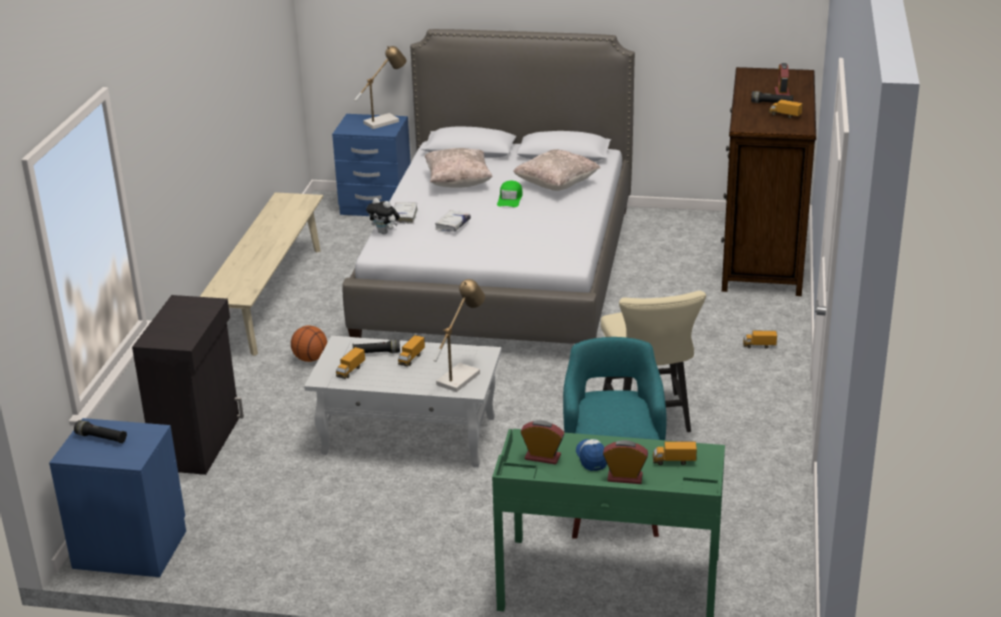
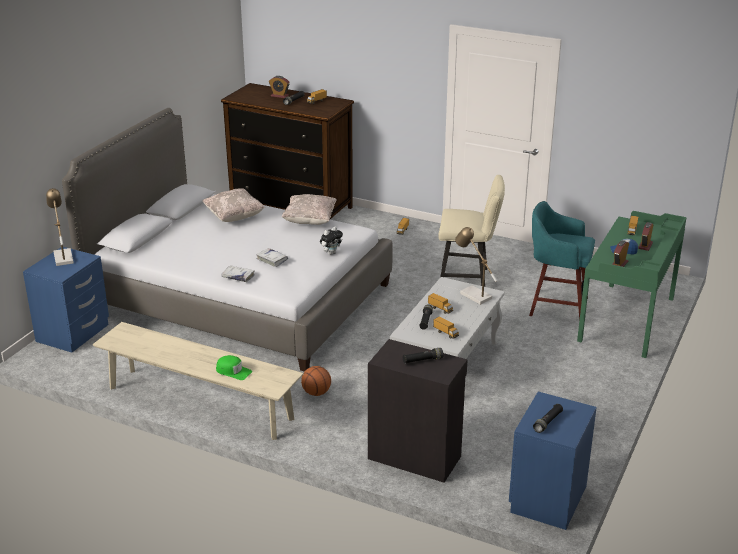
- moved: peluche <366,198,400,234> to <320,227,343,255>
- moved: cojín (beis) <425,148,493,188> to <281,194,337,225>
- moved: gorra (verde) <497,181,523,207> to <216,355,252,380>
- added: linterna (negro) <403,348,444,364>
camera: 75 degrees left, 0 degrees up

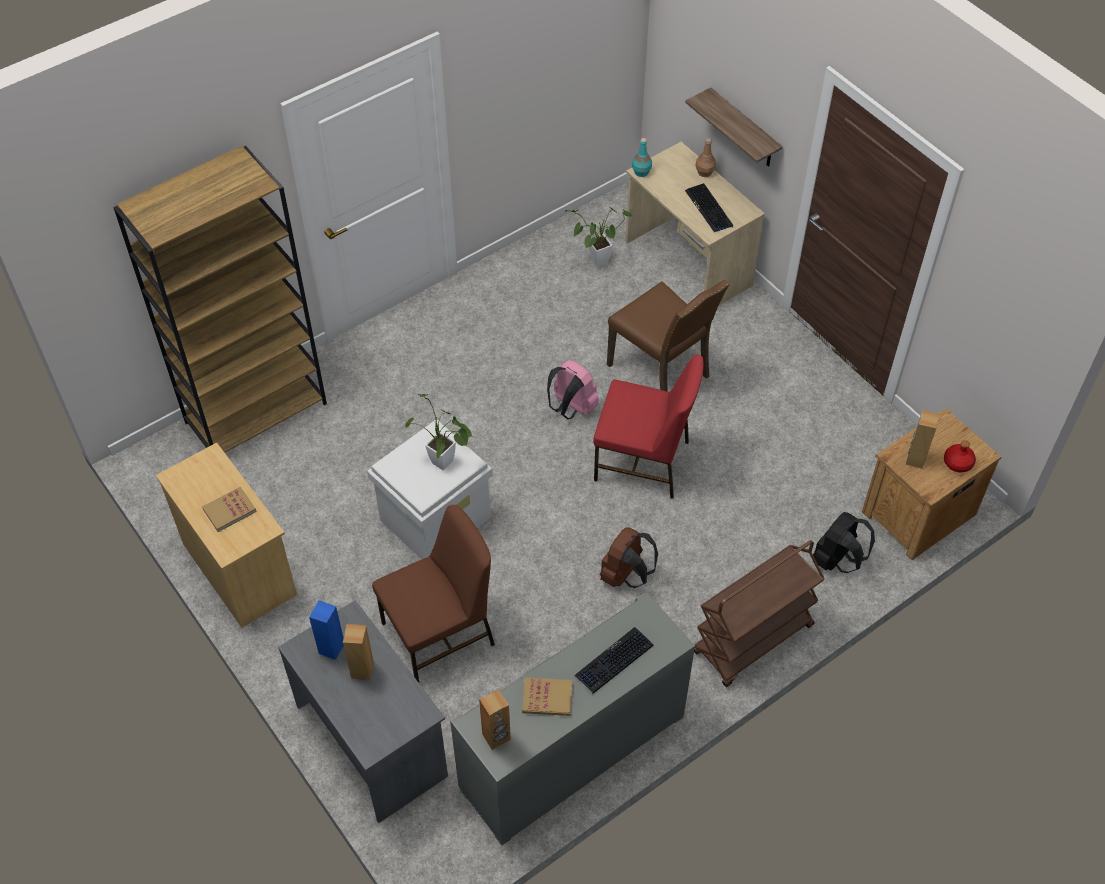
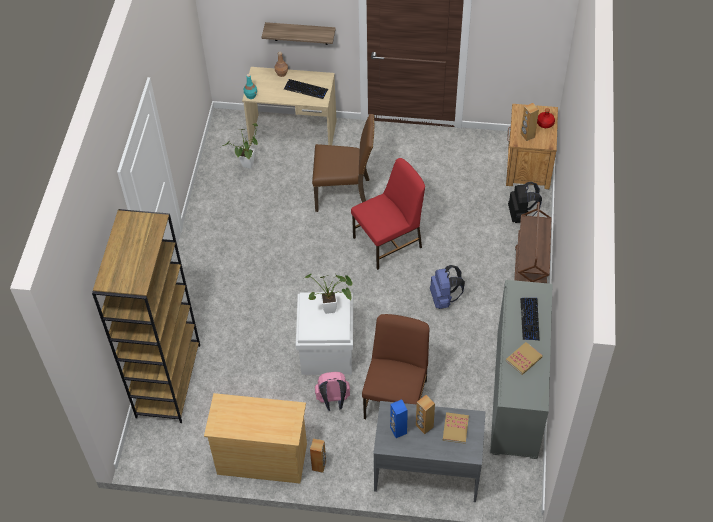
- moved: libro <202,487,257,532> to <443,413,469,444>
- moved: altavoz (marrón) <479,689,511,750> to <310,439,326,473>
- moved: mochila (rosa) <547,360,599,419> to <315,372,350,411>
- recoloured: mochila (marrón) <600,527,658,588> to mochila (azul) <430,265,465,309>
camera: 45 degrees left, 0 degrees up

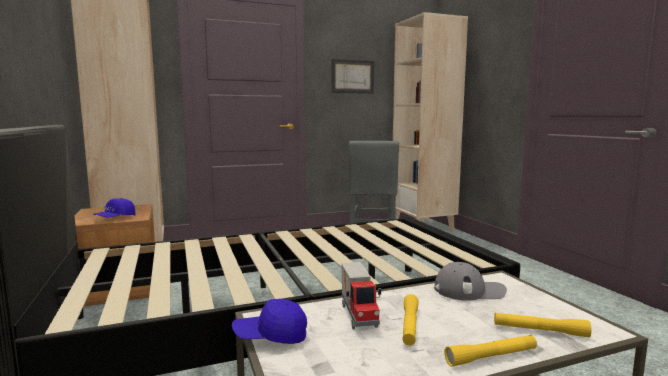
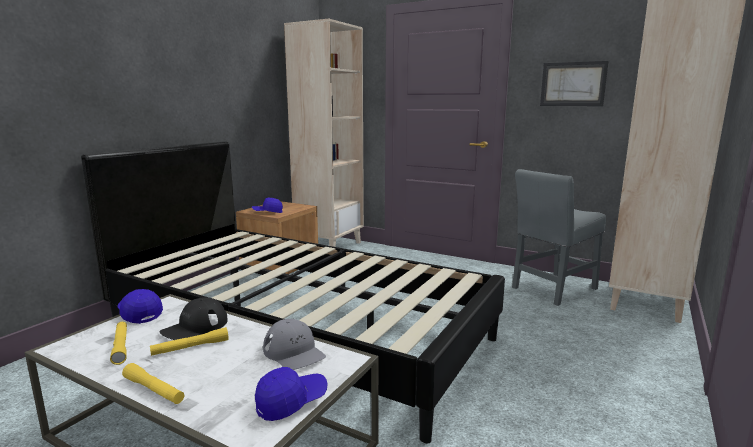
- replaced: camión de juguete <342,262,381,329> to gorra (negro) <160,297,228,340>
- moved: linterna (amarillo) <494,313,592,337> to <110,322,127,365>
- added: gorra (azul) <255,367,327,421>
camera: 50 degrees right, 5 degrees up

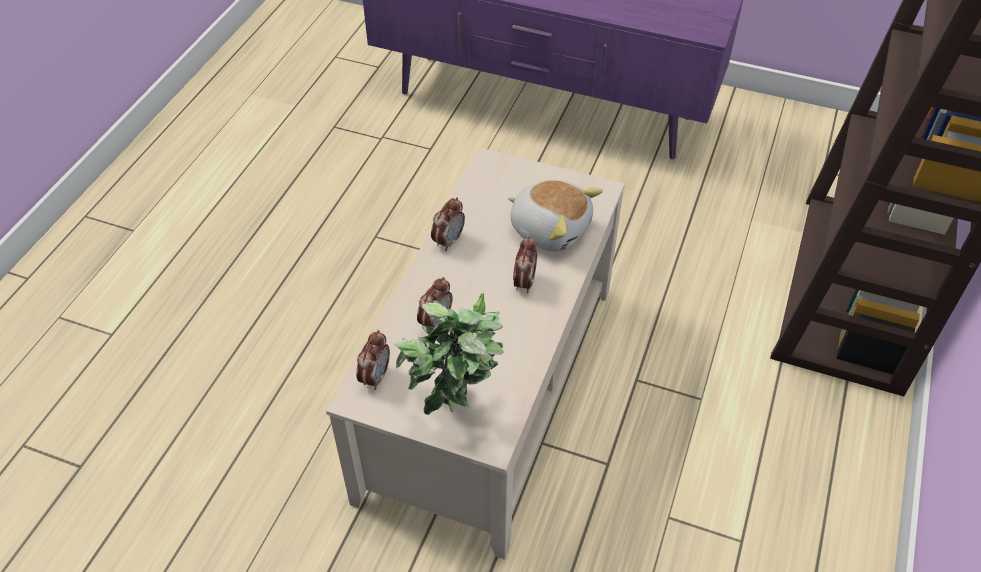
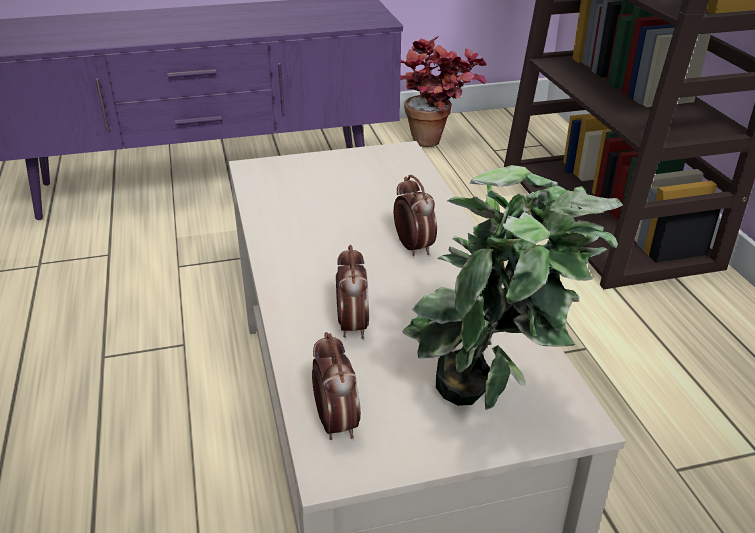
- removed: despertador <431,197,465,251>
- removed: peluche <508,179,603,251>
- added: planta en maceta <400,36,486,147>
camera: 35 degrees left, 15 degrees down

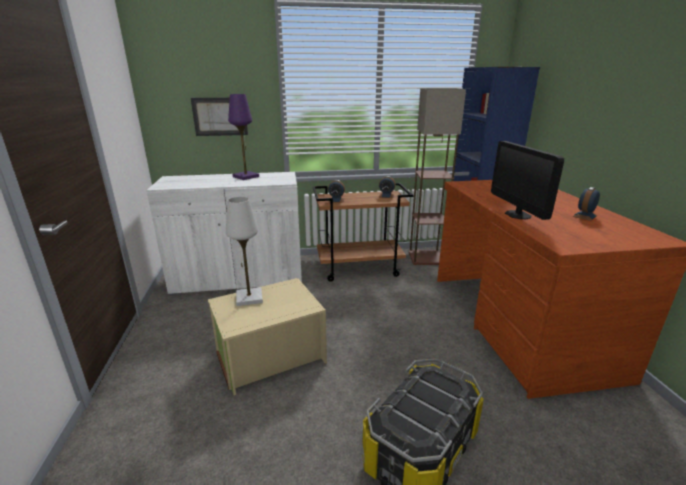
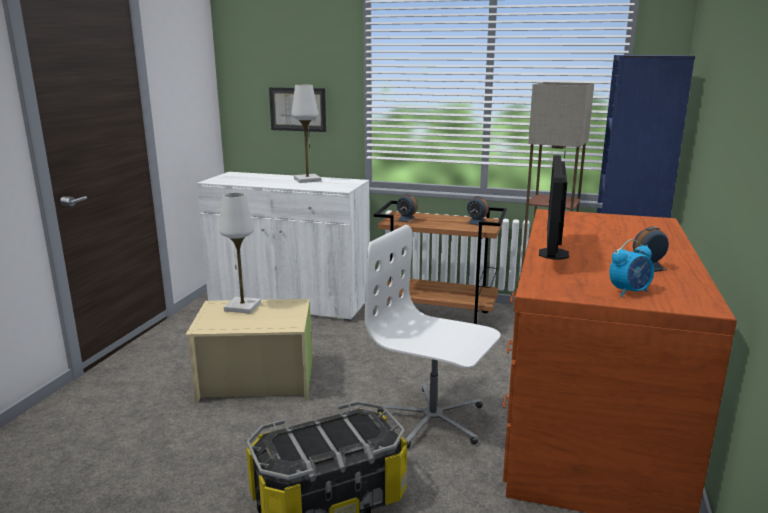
- recoloured: lámpara de mesa (morado) <228,94,259,180> to lámpara de mesa (blanco) <291,85,321,183>
- added: silla de oficina (blanco) <365,225,500,449>
- added: despertador <609,239,654,297>
camera: 25 degrees right, 5 degrees down

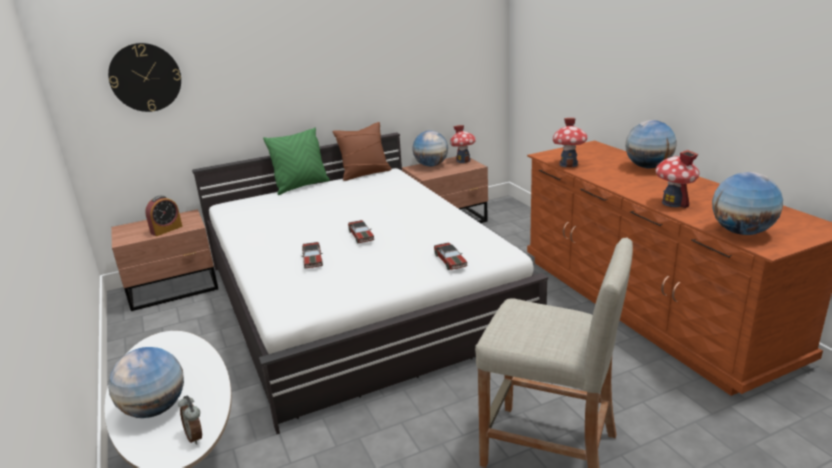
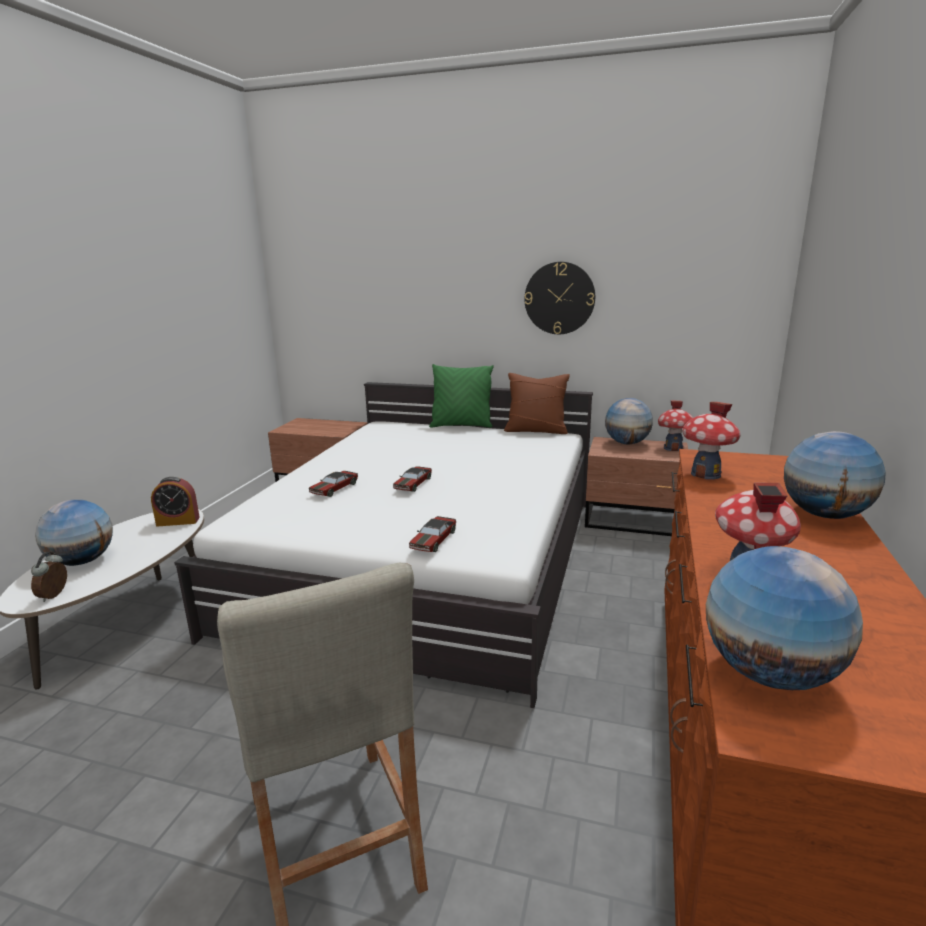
- moved: reloj de pared <108,43,181,112> to <524,262,595,334>
- moved: despertador <145,196,183,236> to <151,477,200,527>
camera: 40 degrees right, 5 degrees down

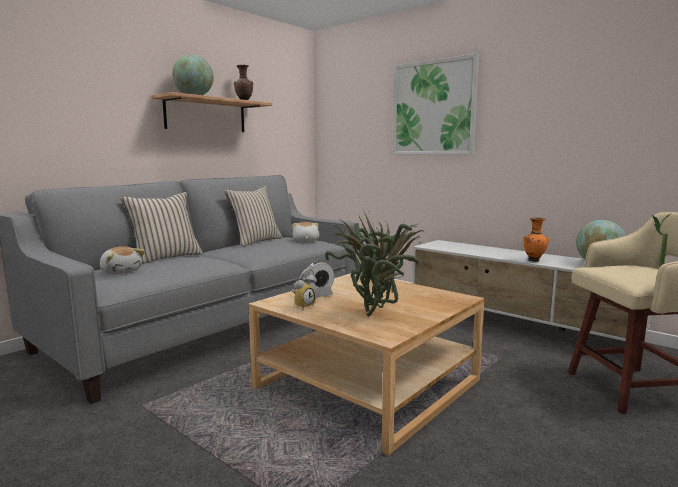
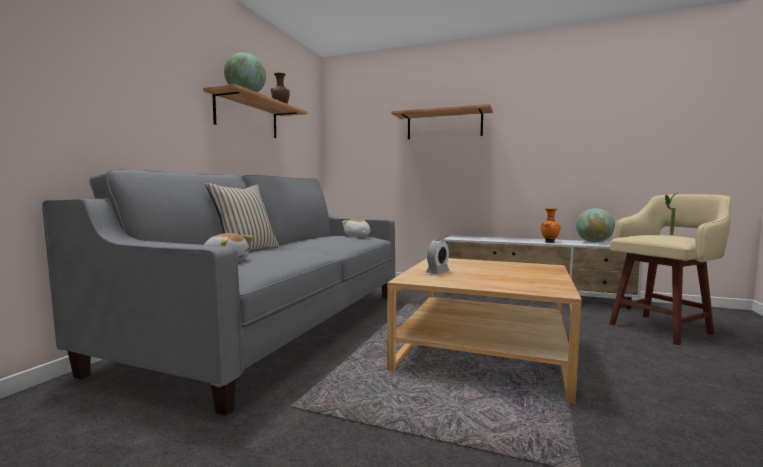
- removed: cojín (beis) <224,186,282,247>
- removed: despertador <291,268,317,310>
- removed: planta en maceta <325,210,425,316>
- replaced: cuadro <392,54,479,155> to estante <391,104,493,139>
camera: 20 degrees left, 5 degrees down

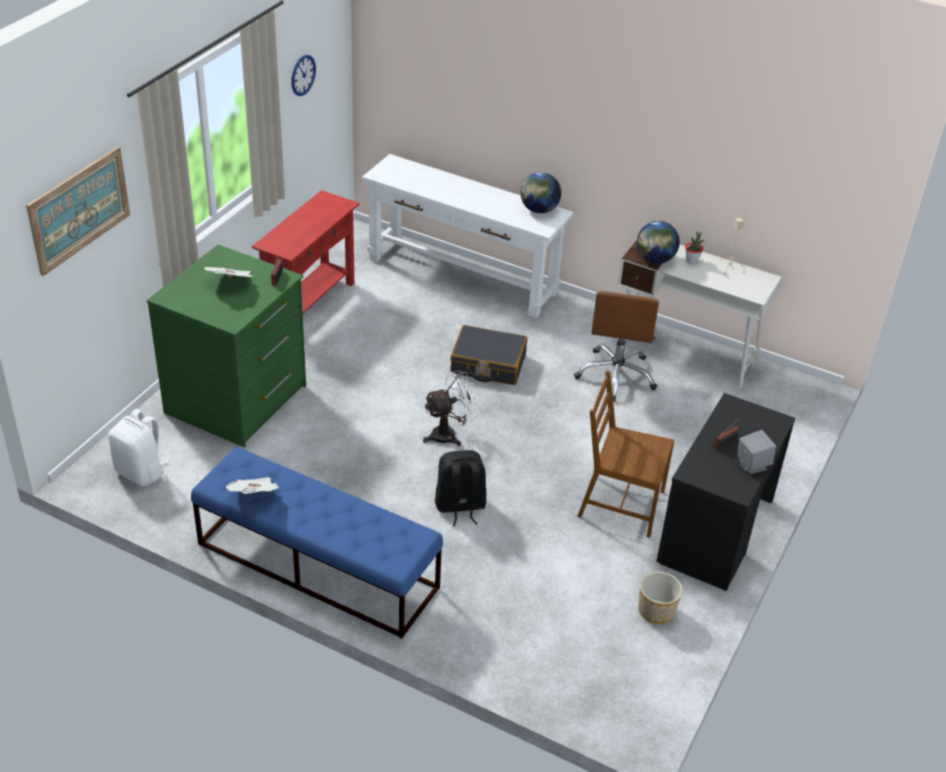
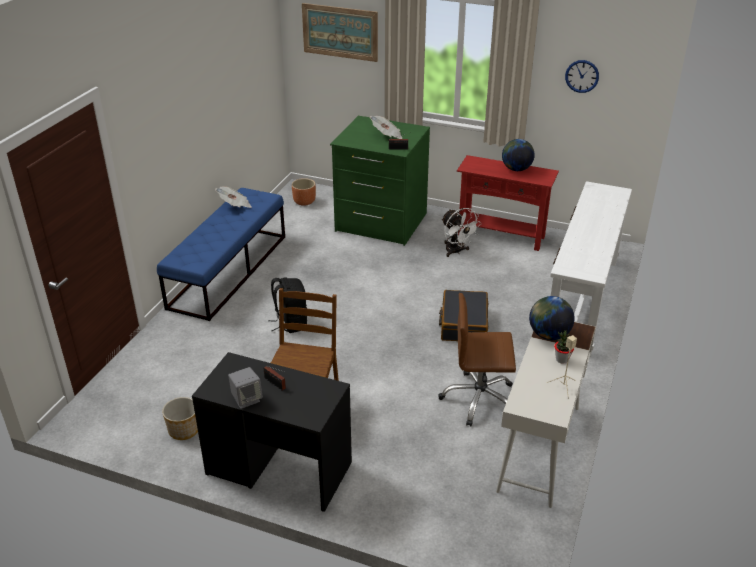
- replaced: mochila (blanco) <108,409,170,486> to maceta (marrón) <292,178,316,206>
- moved: ventilador (blanco) <423,370,479,446> to <442,208,482,257>
- moved: globo terráqueo <521,172,561,213> to <502,139,535,171>
camera: 85 degrees right, 5 degrees down

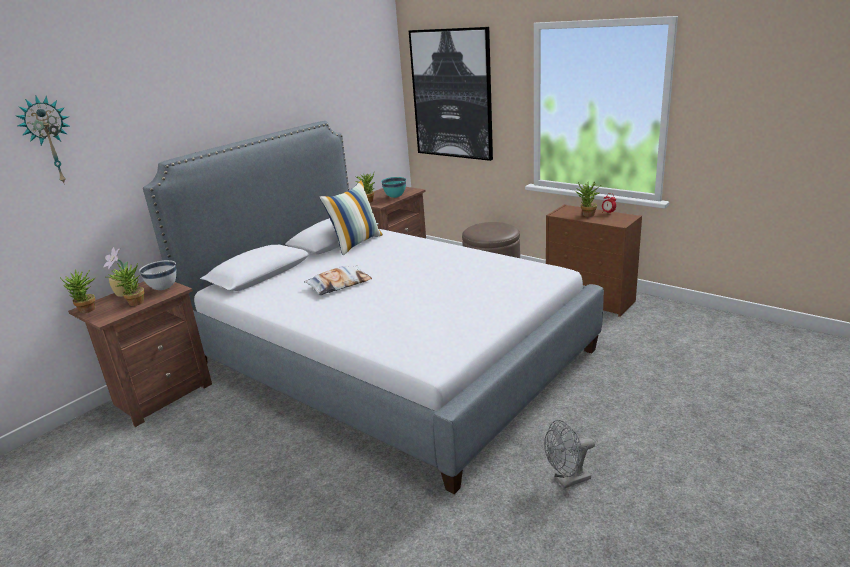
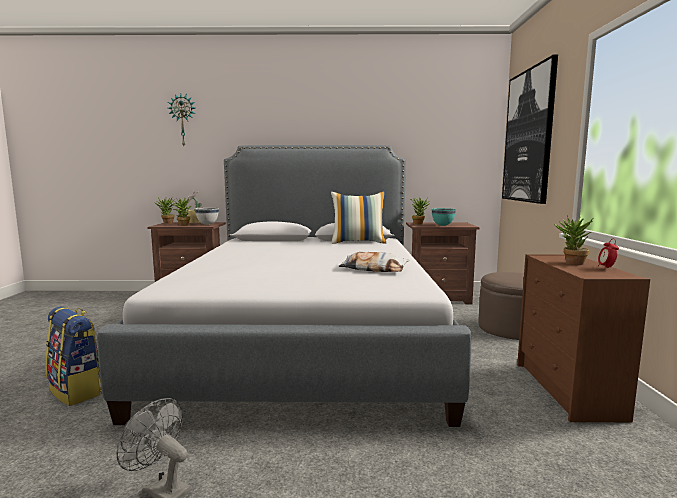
- moved: cojín <304,265,372,296> to <338,252,409,272>
- added: mochila <45,306,102,406>
camera: 50 degrees right, 15 degrees down

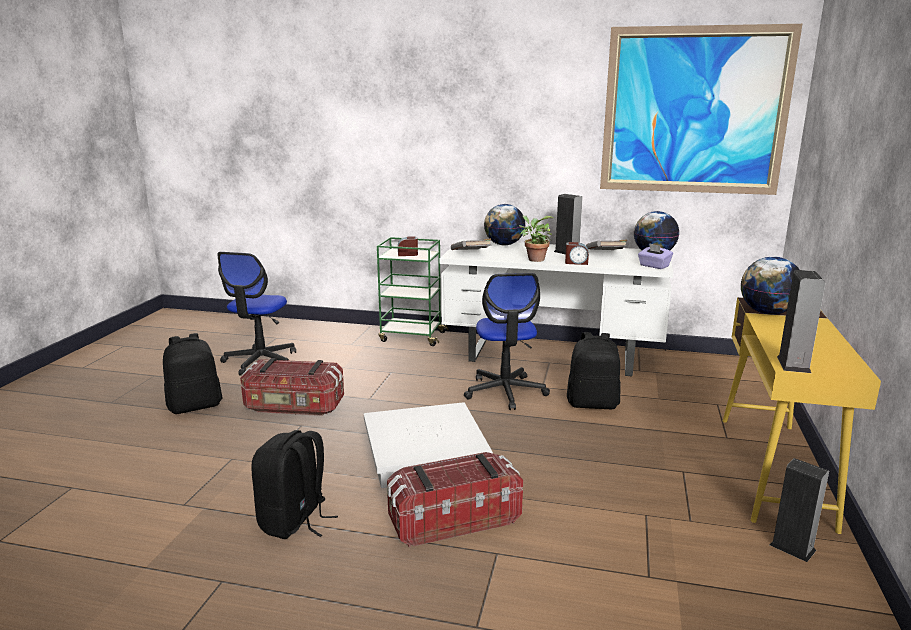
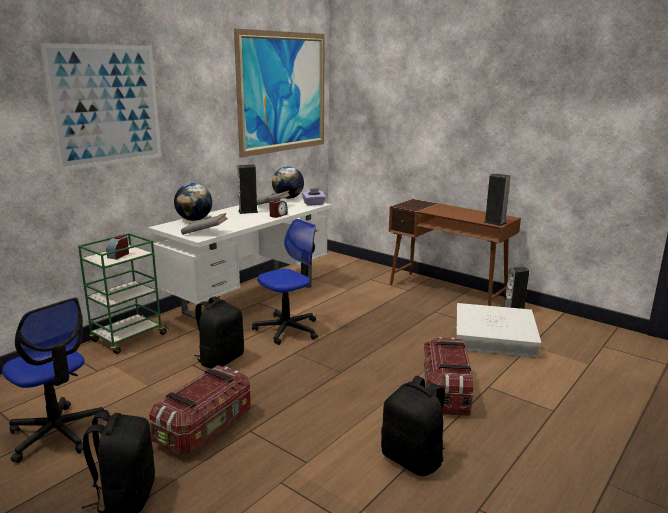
- moved: caja de almacenaje (blanco) <364,402,493,488> to <455,303,541,358>
- turned: silla de oficina <464,273,550,410> = <252,219,318,345> 60 degrees counterclockwise
- removed: planta en maceta <519,216,553,262>
- moved: mochila (negro) <567,332,621,409> to <194,296,244,369>
- recoloured: escritorio (amarillo) <723,297,881,534> to escritorio (marrón) <389,199,521,306>
- removed: globo terráqueo <741,257,800,315>
- added: cuadro <40,43,161,171>
camera: 65 degrees left, 0 degrees up

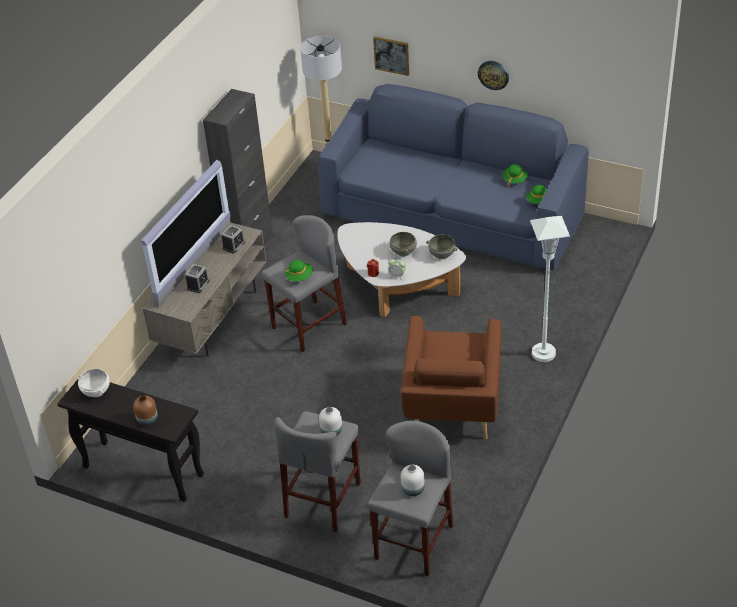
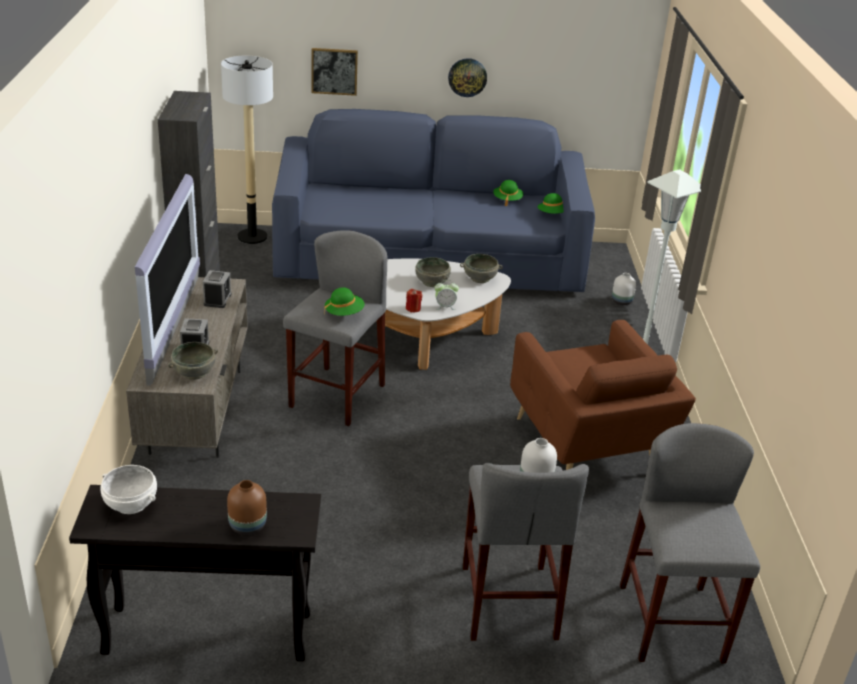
- moved: florero (blanco) <401,465,425,496> to <612,273,636,305>
- added: cuenco (gris) <168,342,218,380>
camera: 30 degrees left, 10 degrees down

